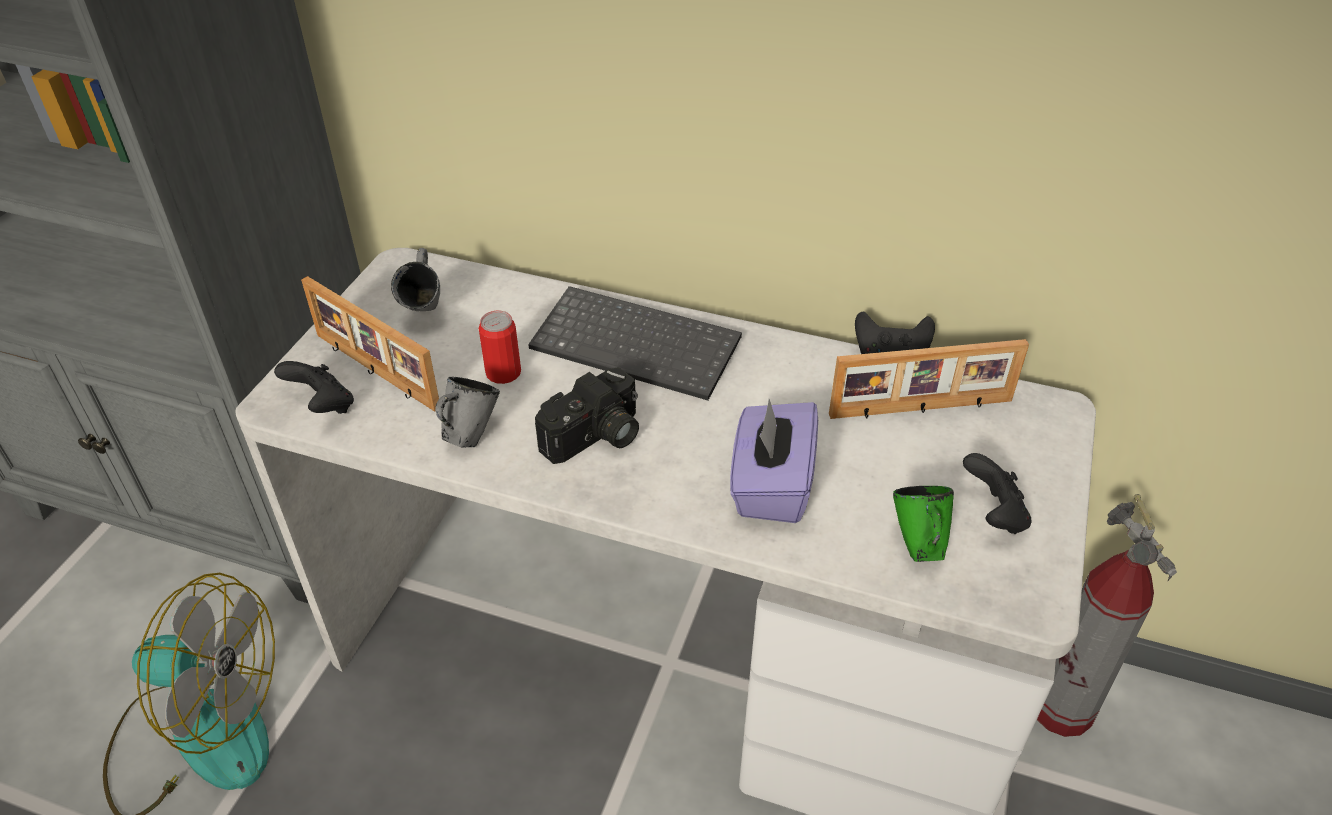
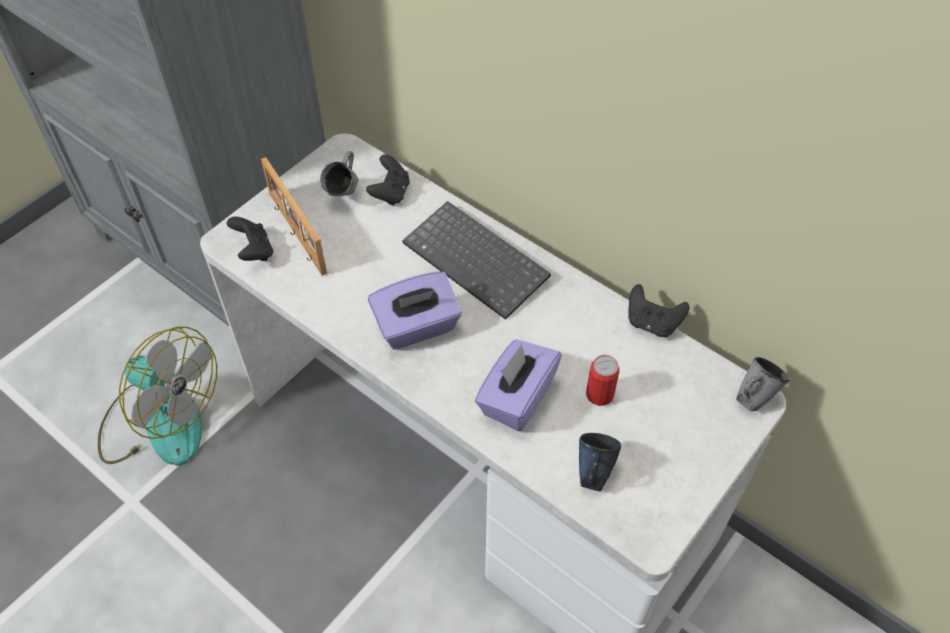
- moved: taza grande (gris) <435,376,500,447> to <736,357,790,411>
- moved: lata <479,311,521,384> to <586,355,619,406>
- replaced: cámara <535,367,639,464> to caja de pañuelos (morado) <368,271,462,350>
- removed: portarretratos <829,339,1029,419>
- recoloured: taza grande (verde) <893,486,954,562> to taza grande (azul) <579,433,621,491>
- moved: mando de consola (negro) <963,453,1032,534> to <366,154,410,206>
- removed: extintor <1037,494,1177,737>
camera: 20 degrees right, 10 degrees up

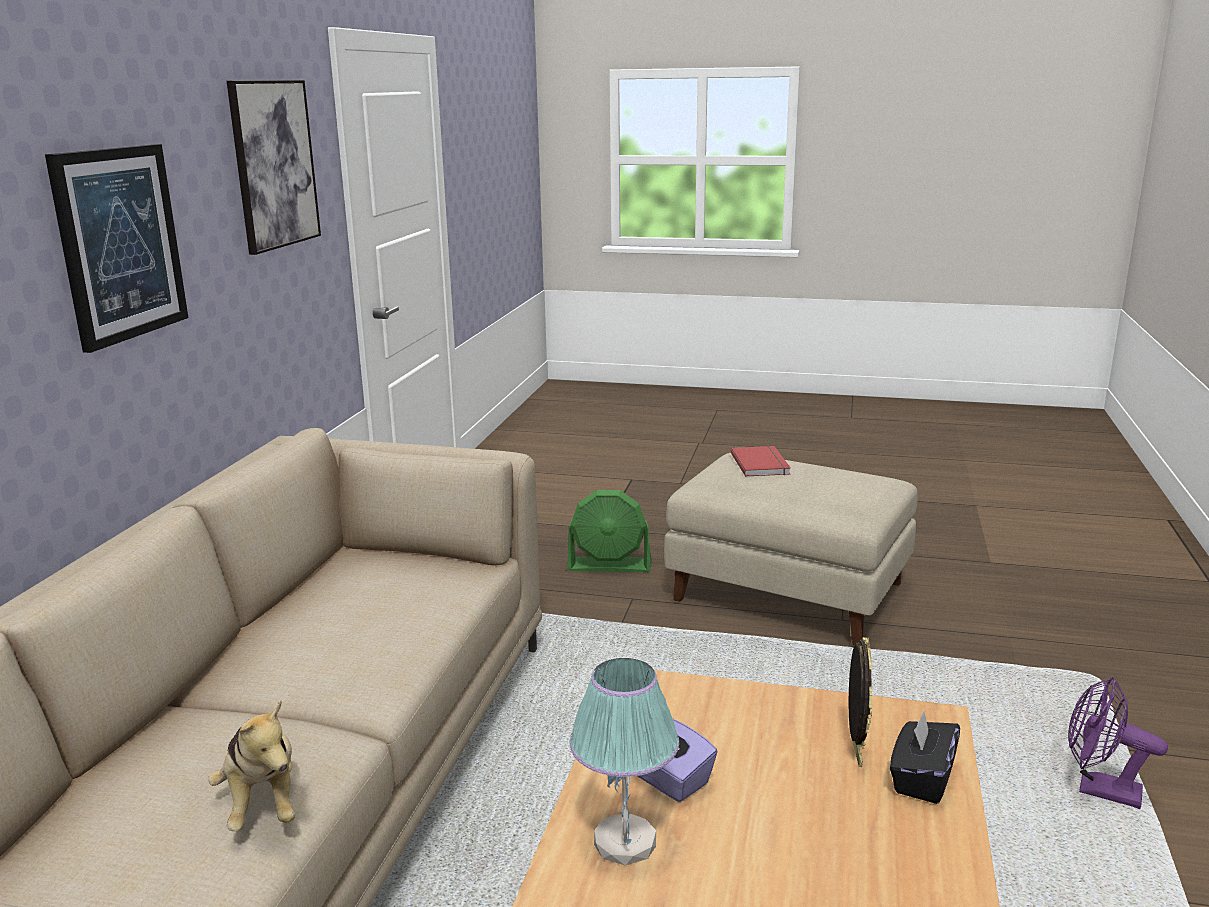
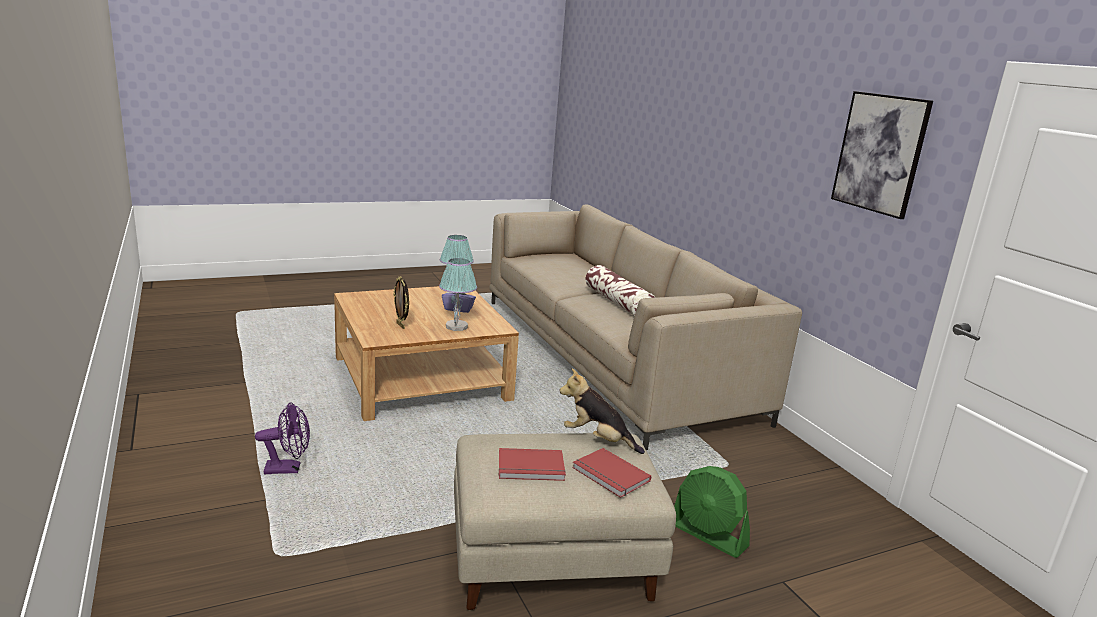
- removed: cuadro <45,144,188,353>
- moved: peluche <208,700,295,831> to <559,368,645,454>
- turned: ventilador (verde) <567,490,651,572> = <674,466,750,558> 105 degrees counterclockwise
- removed: caja de pañuelos (negro) <890,711,960,804>
- added: lámpara de mesa <439,258,477,331>
- added: libro (rojo) <499,448,566,481>
- added: cojín <586,265,656,316>
camera: 140 degrees right, 0 degrees up

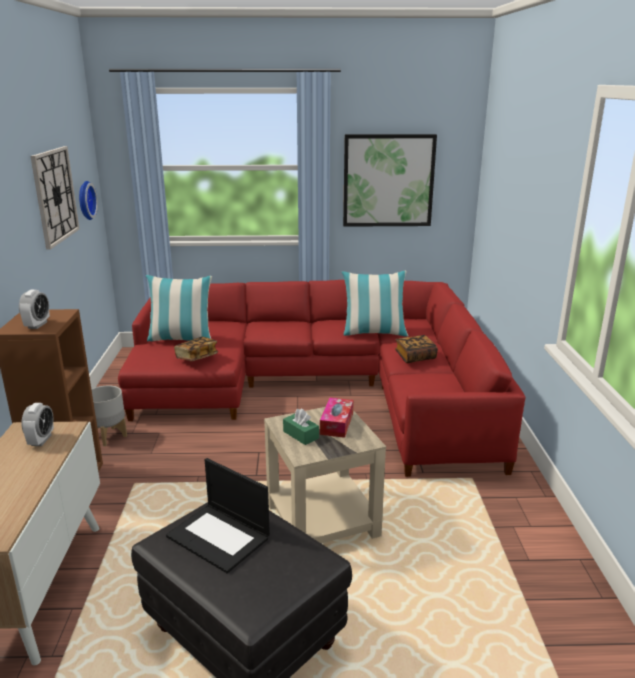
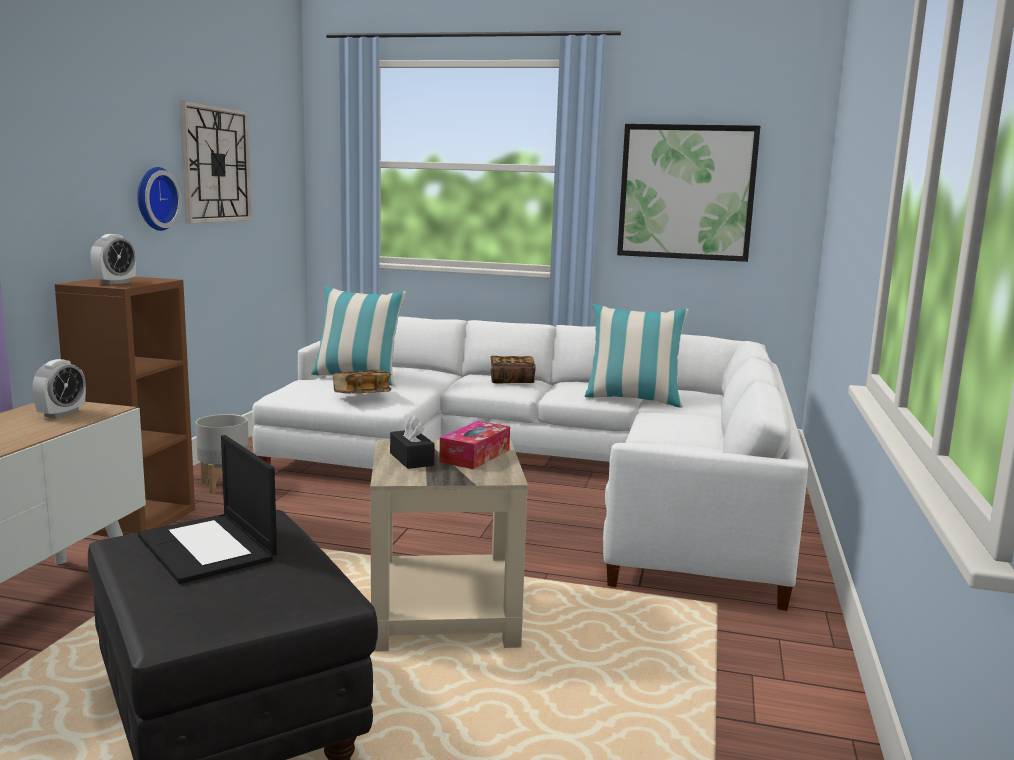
- moved: reloj de pared <79,181,98,220> to <137,167,182,231>
- recoloured: sofá (rojo) <118,280,526,477> to sofá (blanco) <252,316,808,611>
- recoloured: caja de pañuelos (verde) <283,409,319,445> to caja de pañuelos (negro) <390,416,434,469>
- moved: libro <395,335,438,363> to <491,356,536,384>
camera: 15 degrees right, 10 degrees down

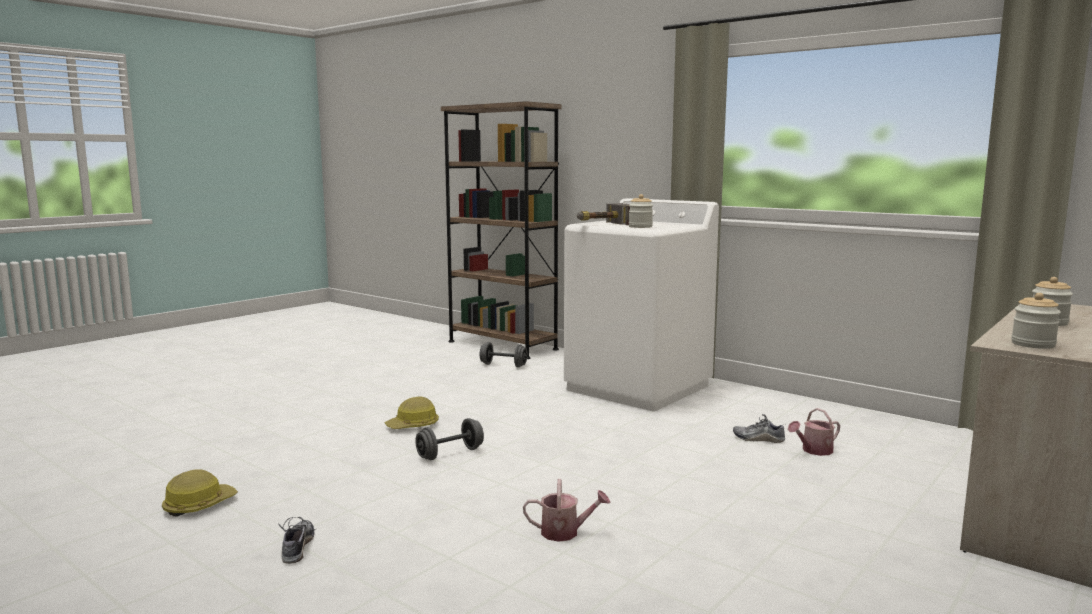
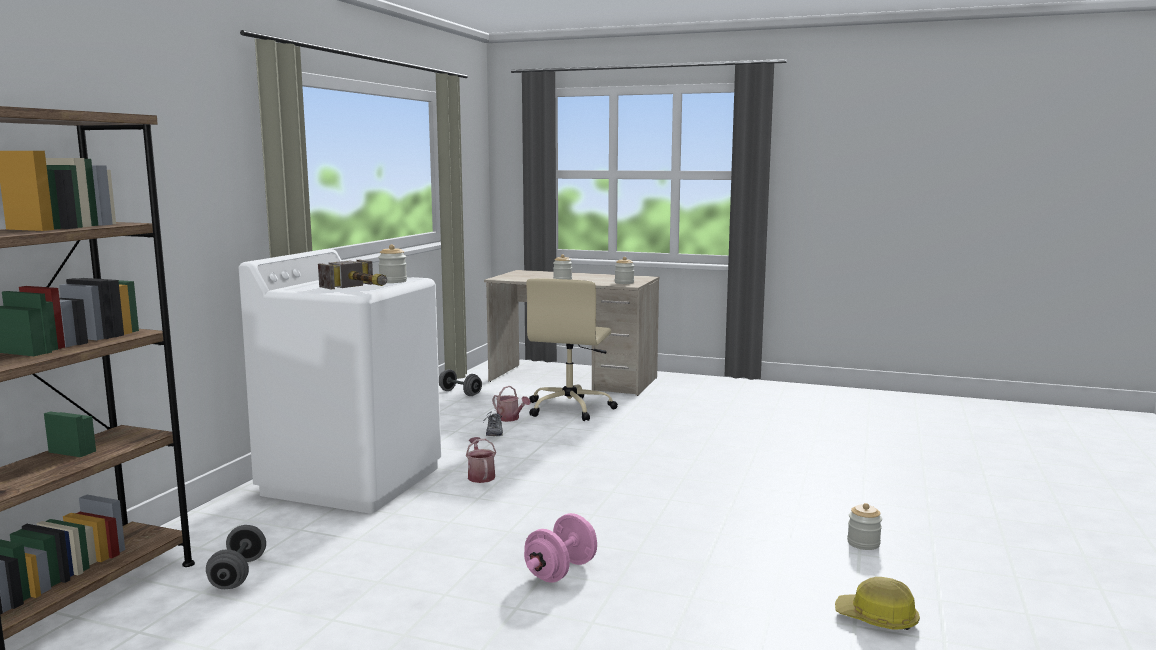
- replaced: zapato <278,517,315,564> to tarro <847,503,882,550>
- replaced: casco <385,396,439,429> to mancuerna (rosa) <524,513,597,583>
- moved: mancuerna (gris) <415,418,484,460> to <439,369,482,396>
- moved: regadera <523,479,611,542> to <466,437,496,483>
- added: silla de oficina (beis) <526,278,618,421>
camera: 110 degrees left, 0 degrees up

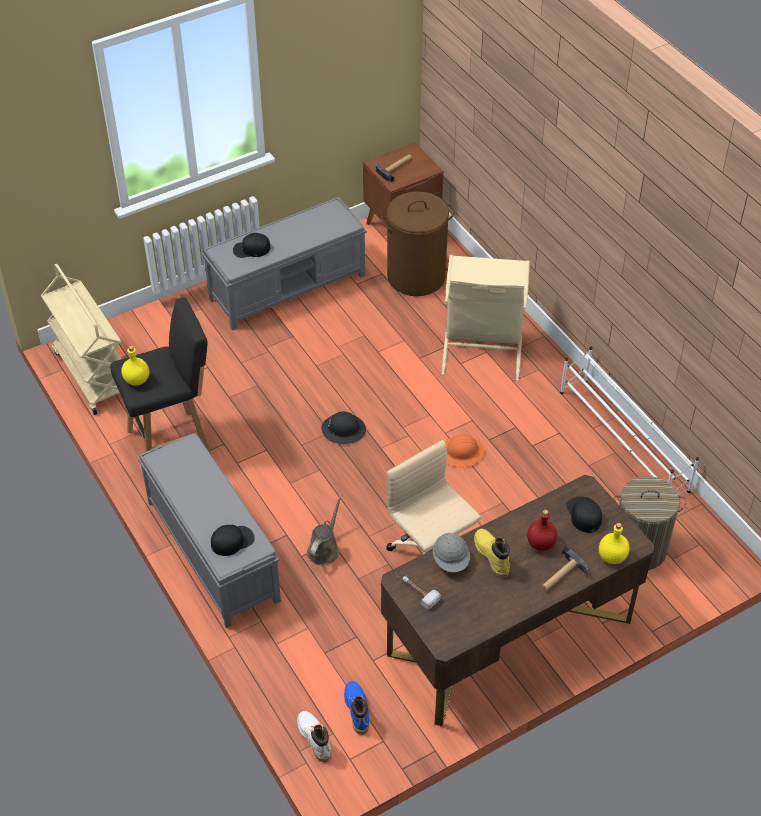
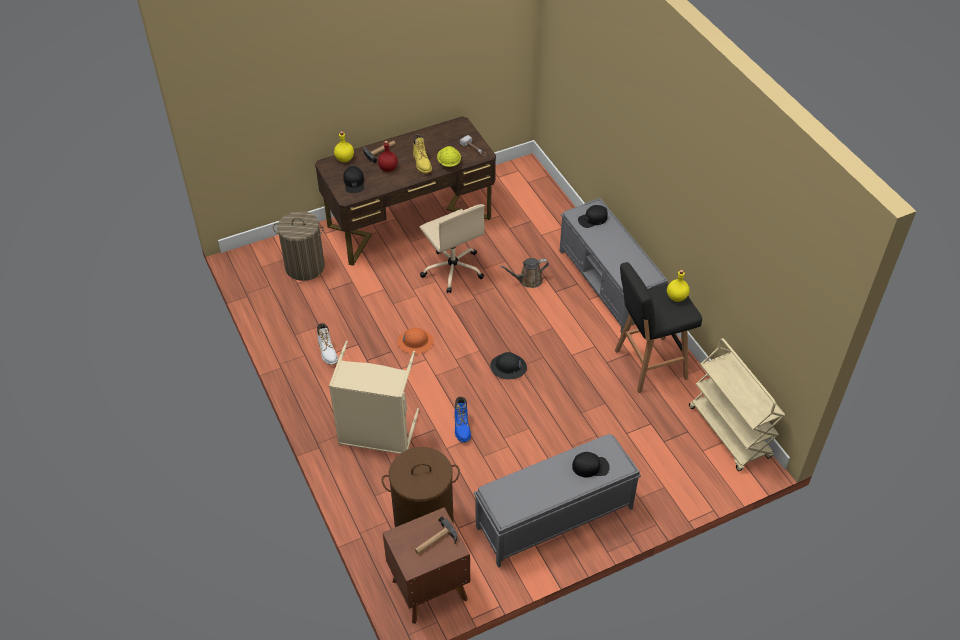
- moved: bota (blanco) <297,711,331,762> to <317,323,338,365>
- turned: regadera (marrón) <307,494,342,566> = <500,258,549,288> 45 degrees clockwise
- moved: bota (azul) <344,681,369,735> to <454,396,471,443>
- recoloured: casco (gris) <433,533,470,572> to casco (amarillo) <437,146,461,167>
- removed: zapatero (blanco) <560,347,699,495>
camera: 175 degrees left, 0 degrees up

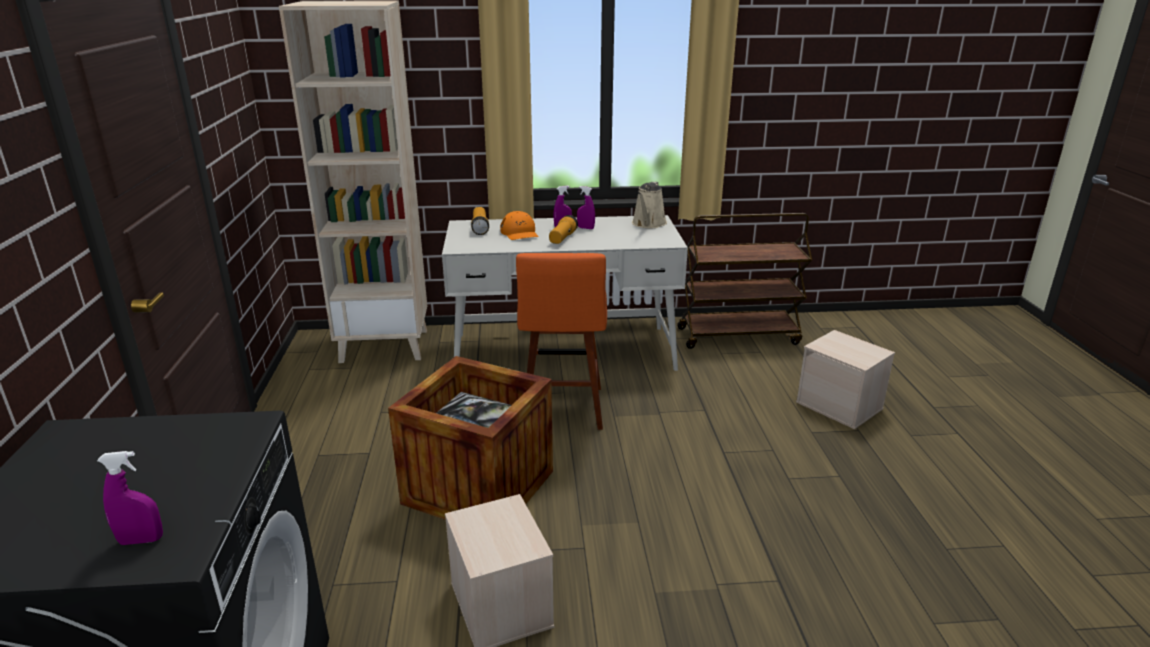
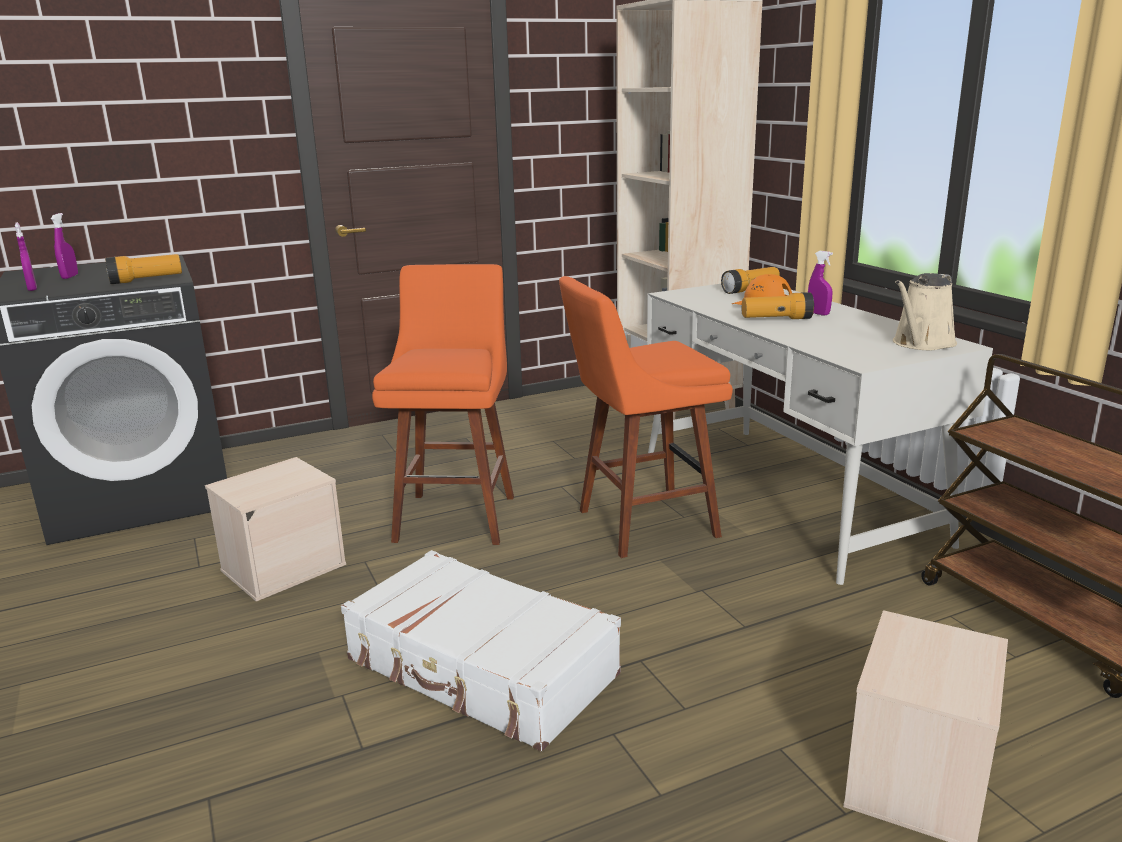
- replaced: caja de embalaje <388,356,553,520> to taburete (naranja) <372,264,514,545>
- moved: pulverizador (morado) <577,186,595,229> to <51,213,78,279>
- turned: regadera (beis) <632,182,667,228> = <893,273,957,350> 45 degrees counterclockwise
- added: linterna <105,254,182,284>
- added: maleta (blanco) <341,550,621,751>
camera: 70 degrees right, 5 degrees down

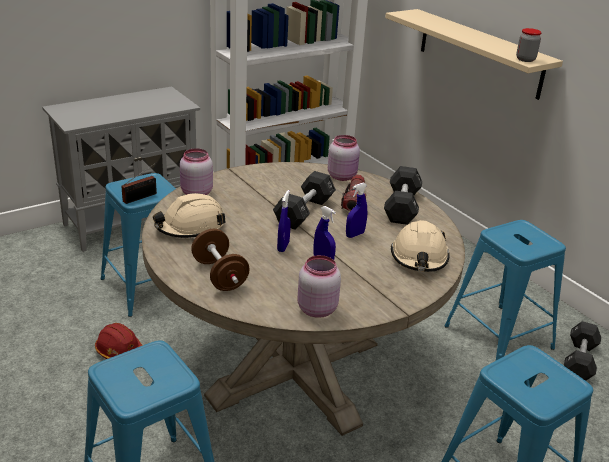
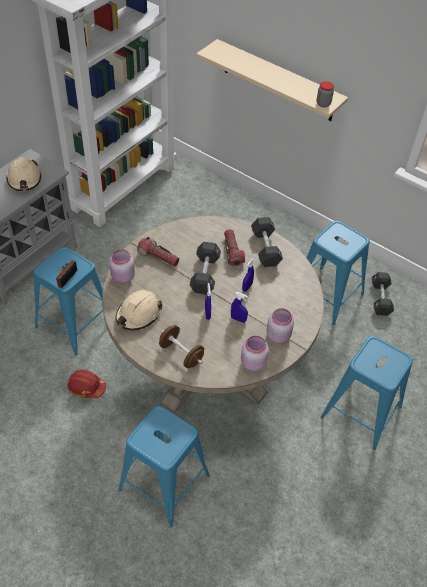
- moved: tarro (rosa) <328,135,360,181> to <267,308,294,344>
- moved: casco (beis) <391,220,450,272> to <6,157,41,191>
- added: linterna <137,237,179,267>
camera: 20 degrees left, 20 degrees up

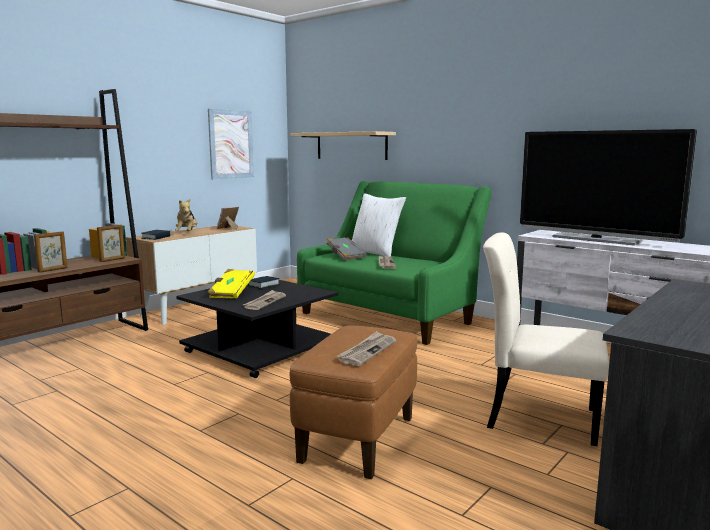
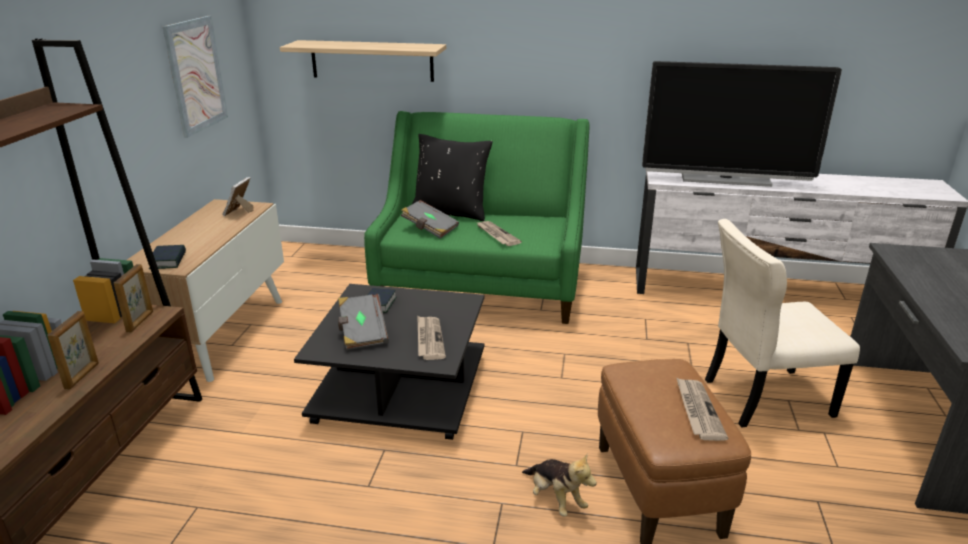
- moved: peluche <175,199,197,231> to <522,453,597,516>
- recoloured: libro (amarillo) <208,269,255,299> to libro (gris) <338,294,389,350>
- recoloured: cojín (blanco) <352,193,406,257> to cojín (negro) <412,134,493,221>
camera: 30 degrees left, 15 degrees up

